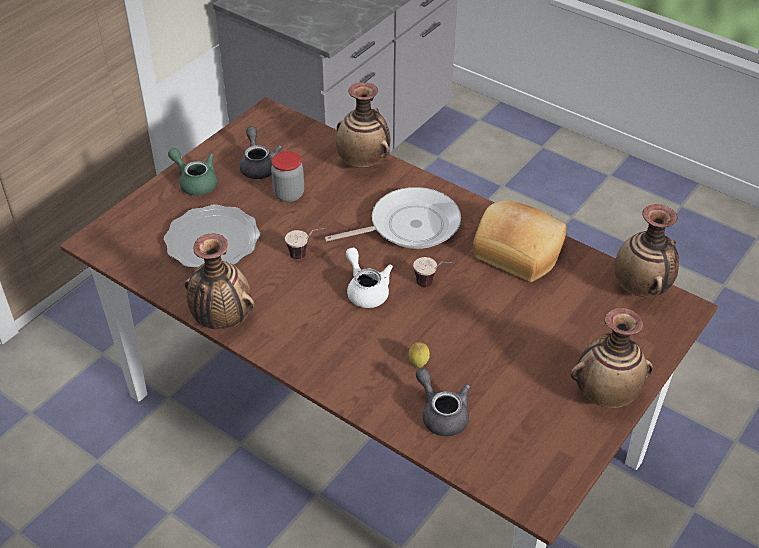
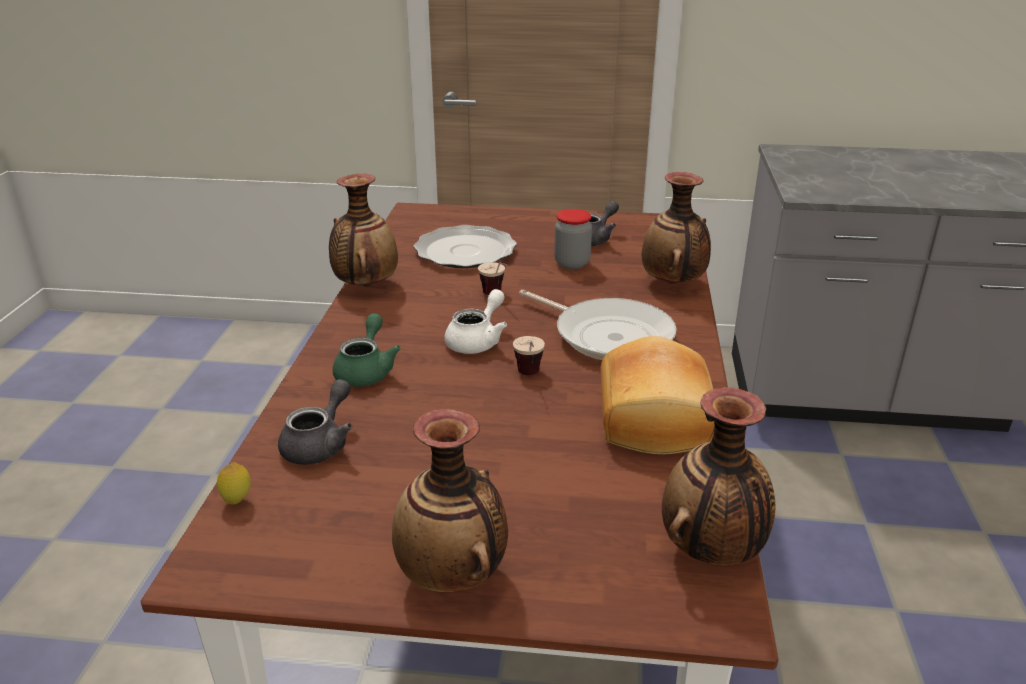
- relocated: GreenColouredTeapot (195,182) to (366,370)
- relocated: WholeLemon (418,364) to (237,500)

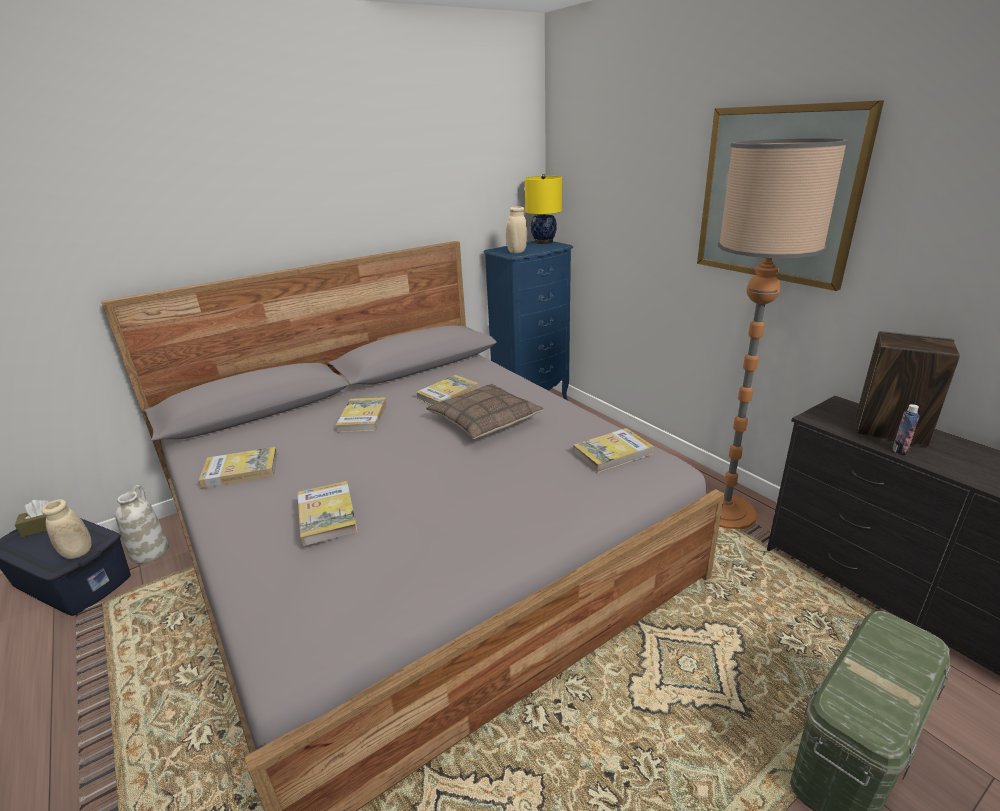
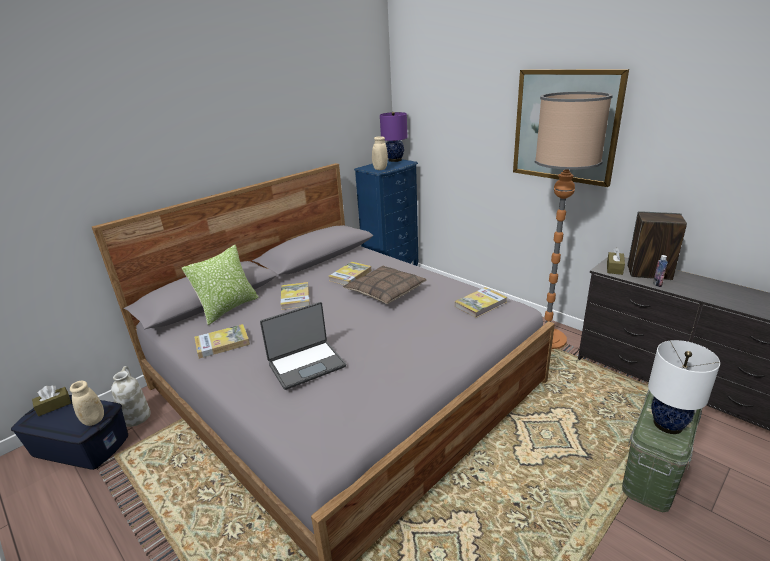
- exchanged: Volume (327,515) to PortableComputer (306,364)
- colour: YellowishTabletopLamp (544,242) to PurpleTabletopLamp (395,160)
- appeared: Cushion (228,308)
- appeared: BrownColouredTissueHolder (614,268)
- appeared: WhiteTabletopLamp (668,424)

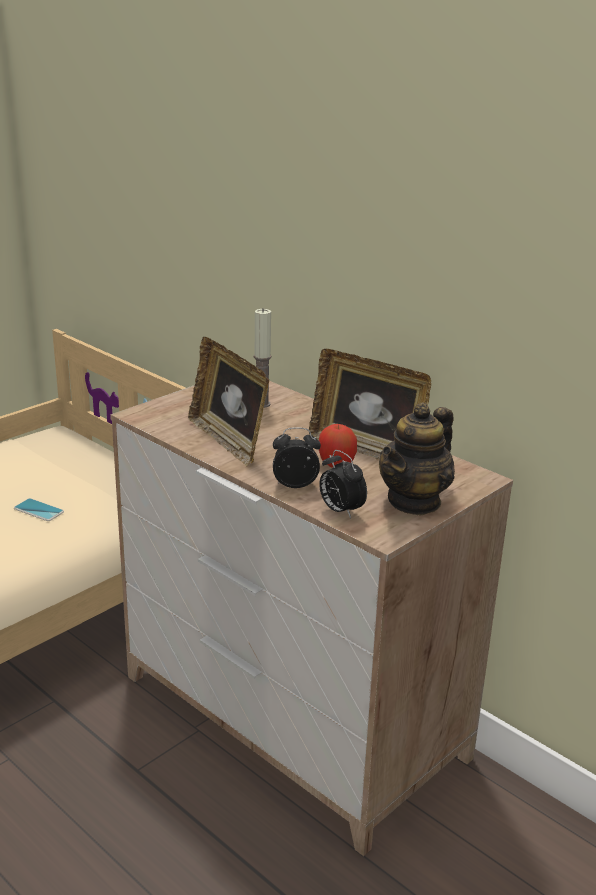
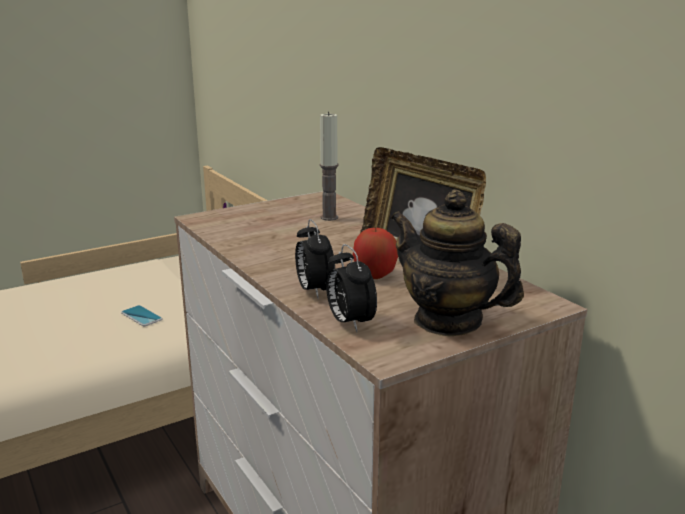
- missing: PhotoFrame (228,441)
- spun: BedsideClock (295,484) = (314,291) 120 degrees counterclockwise
- spun: Teapot (414,501) = (448,321) 75 degrees clockwise

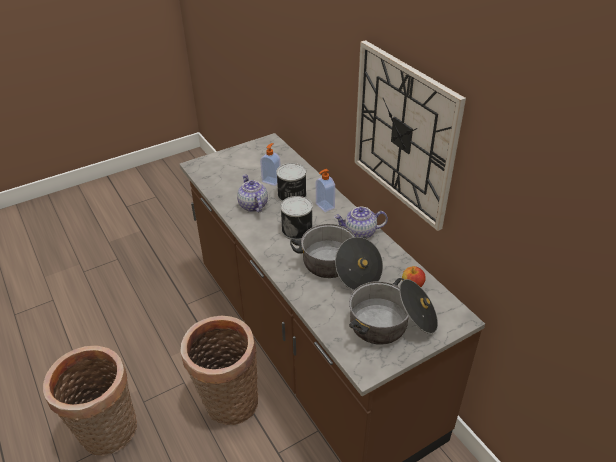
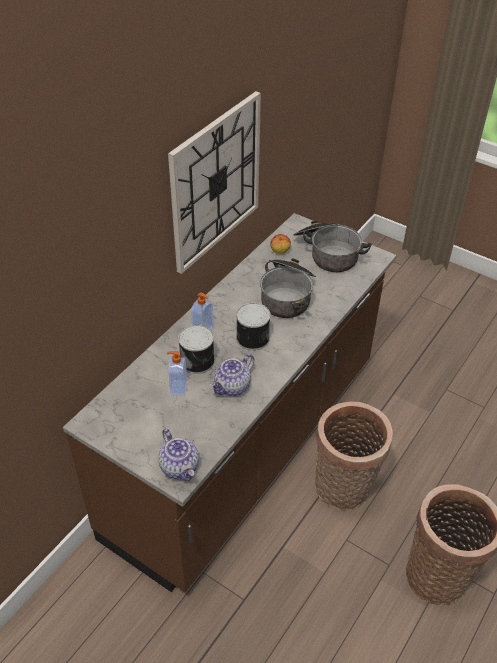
- relocated: Teapot (359,233) to (180,467)

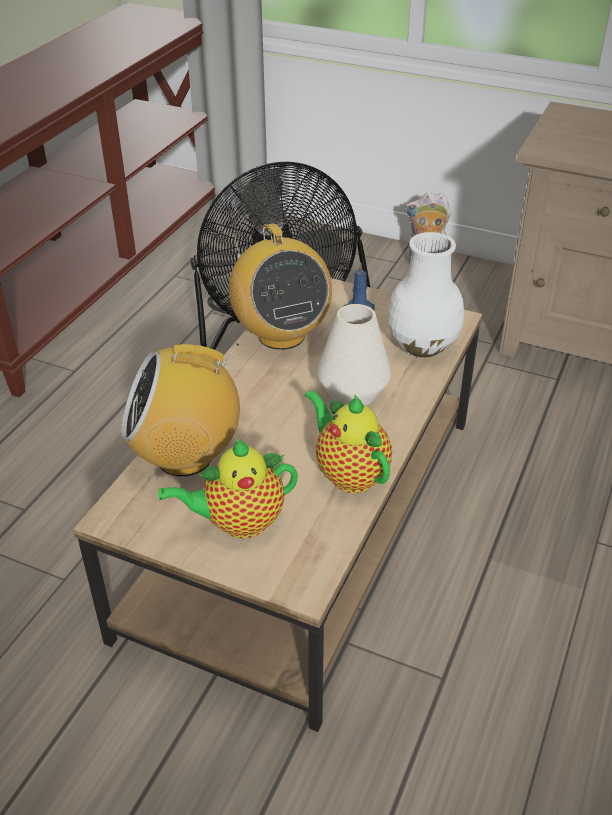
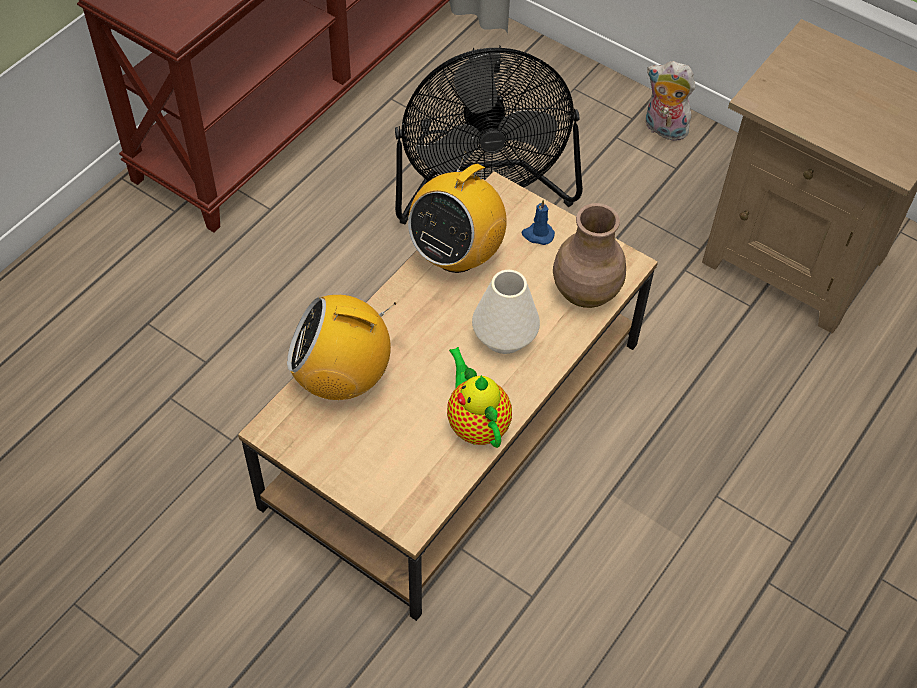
- missing: Teapot (238,522)
- spun: RadioSet (280,335) = (456,254) 45 degrees clockwise
- colour: WhiteVase (421,346) to BrownColouredVase (584,292)

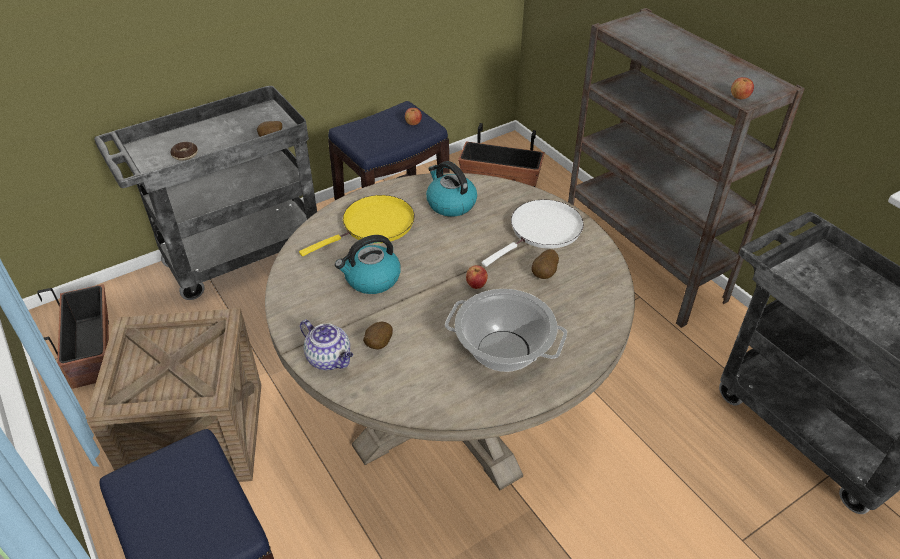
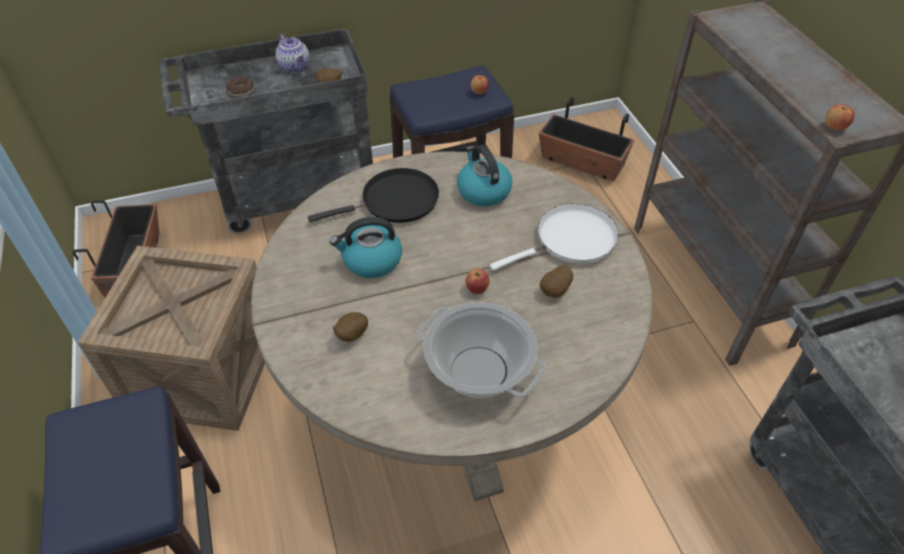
- colour: YellowishPan (374,226) to BlackColouredPan (395,201)
- relocated: Teapot (330,359) to (295,67)

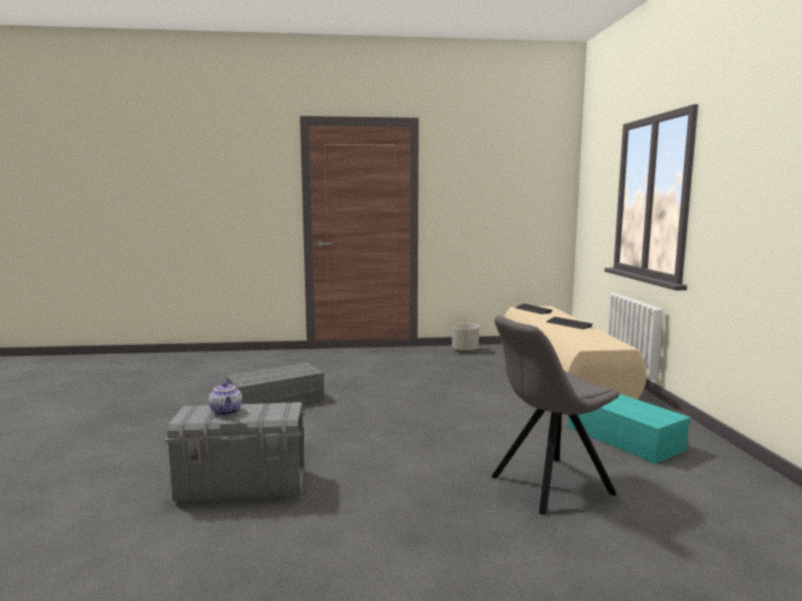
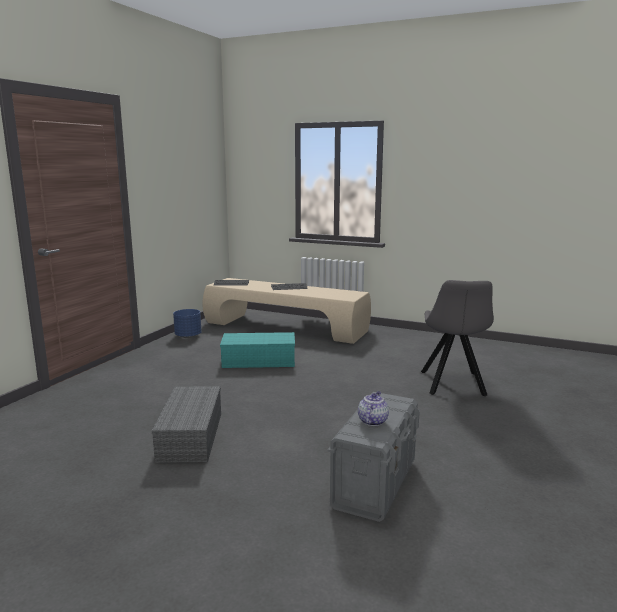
- spun: Teapot (226,412) = (372,421) 75 degrees counterclockwise
- colour: GreyishPlantPot (465,350) to BluePlantPot (188,336)
- relocated: TurquoiseColouredStorageBin (625,438) to (260,360)

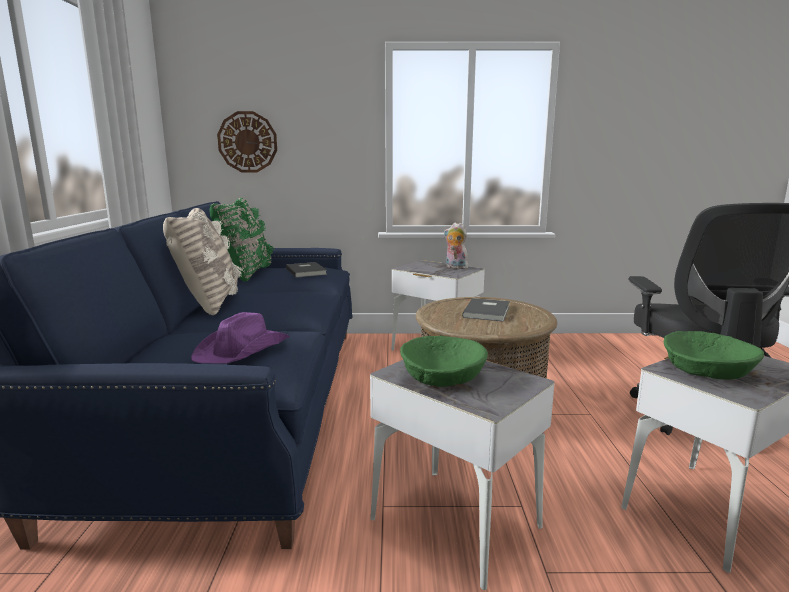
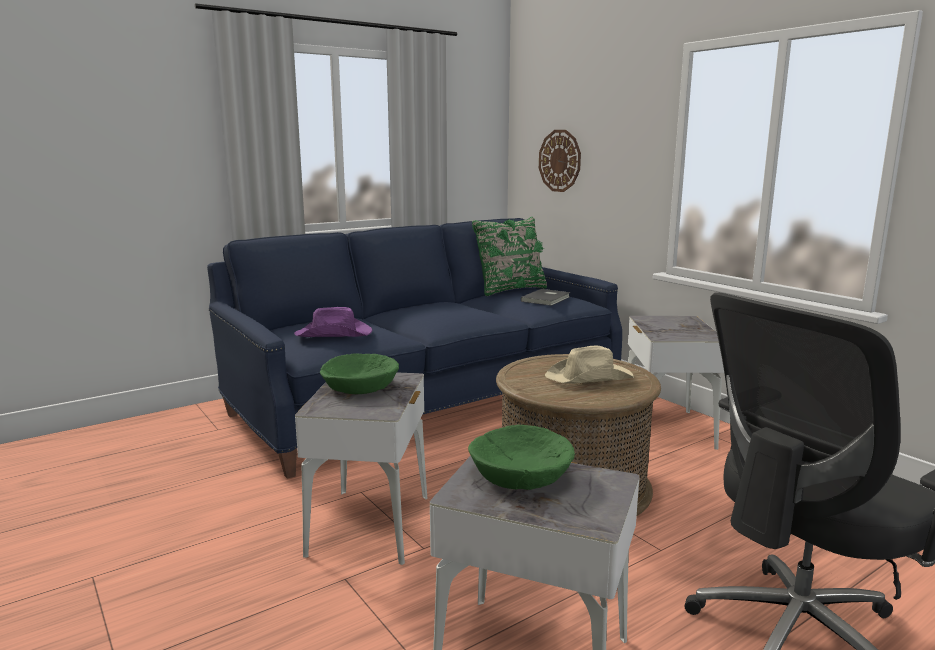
- missing: SandColouredCushion (211,302)
- missing: SoftToy (455,267)
- exchanged: GreyishVolume (488,311) to SandColouredClothingHat (590,377)

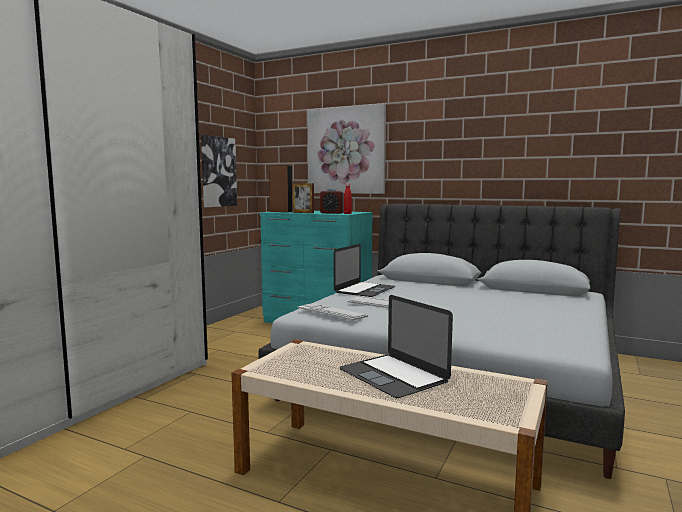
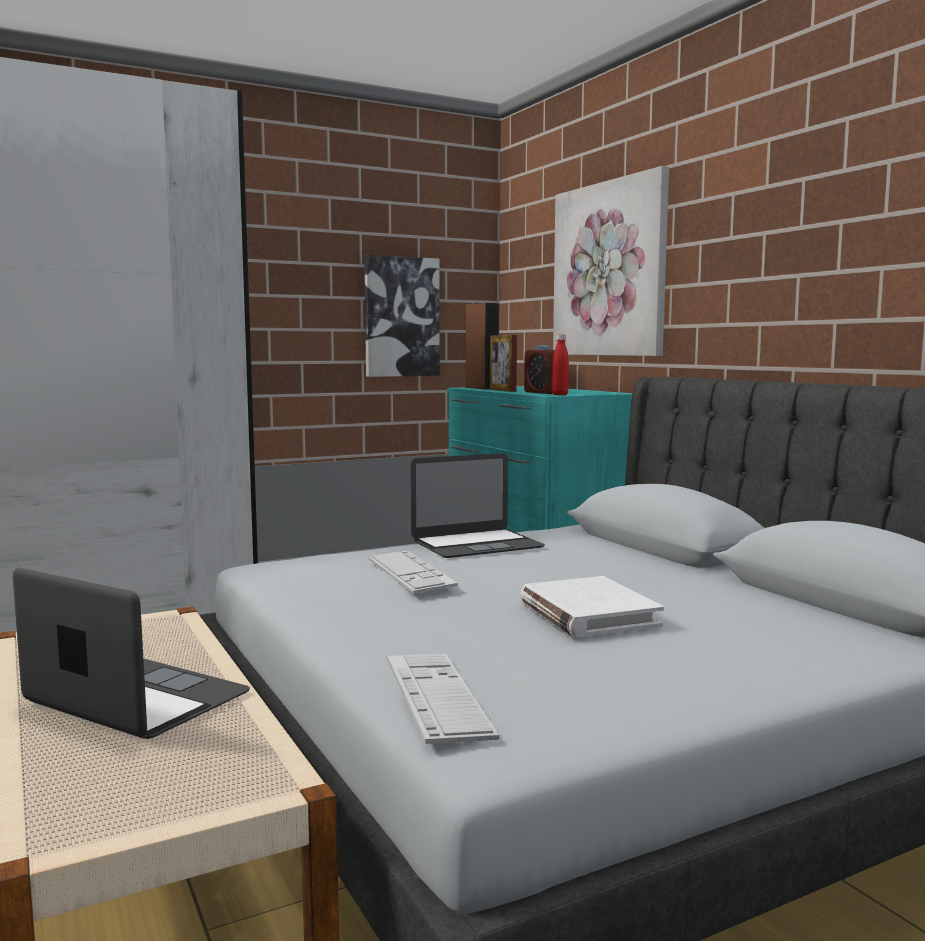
- relocated: ComputerKeyboard (331,312) to (437,697)
- spun: PortableComputer (393,375) = (137,698) 120 degrees clockwise
- appeared: WhiteVolume (587,614)

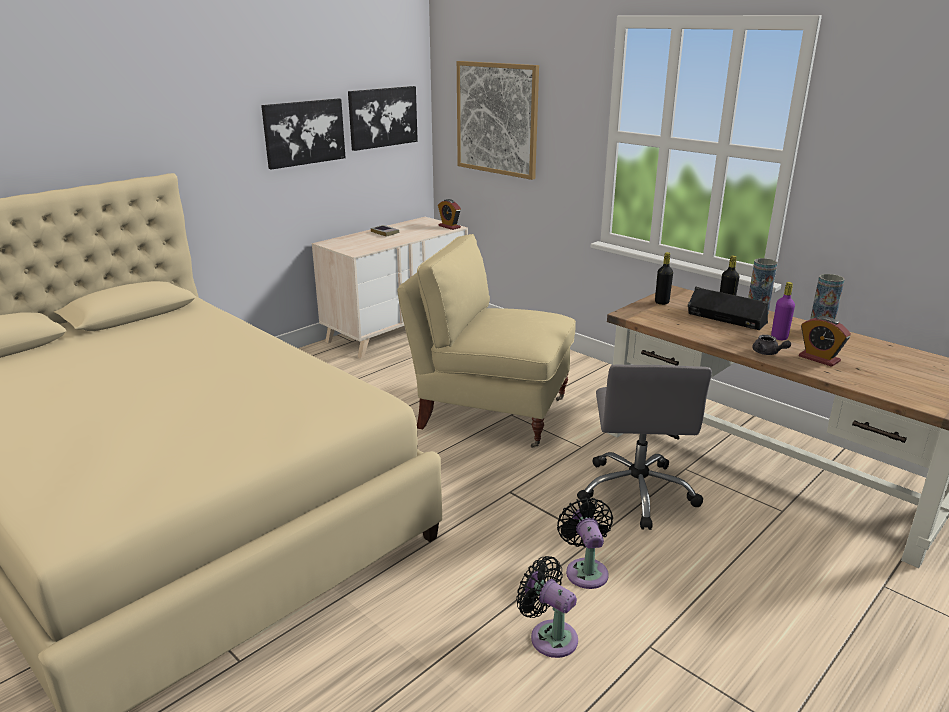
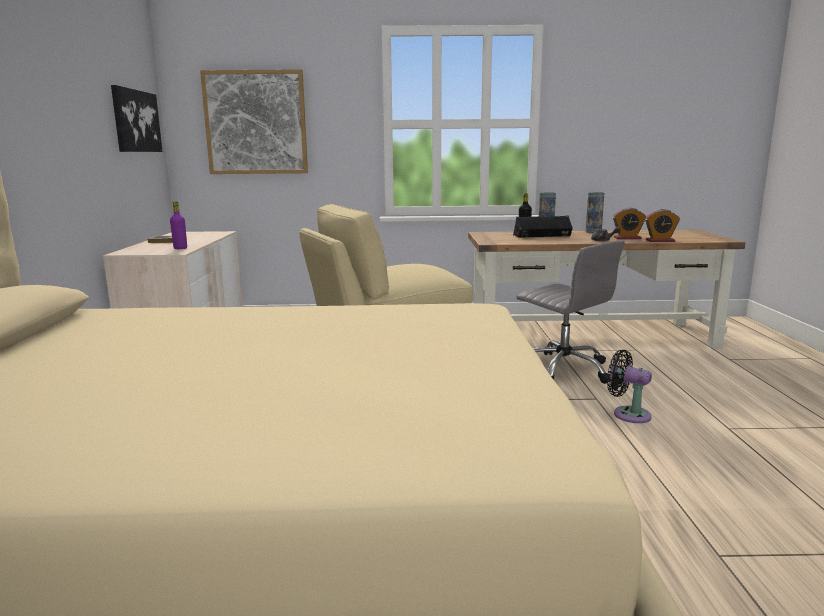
- missing: WallArt (304,132)
- relocated: BedsideClock (449,227) to (660,241)
- missing: BlackColouredCoolingFan (549,636)
- missing: BlackColouredDrinkBottle (661,302)
- relocated: PurpleDrinkBottle (779,337) to (180,248)

